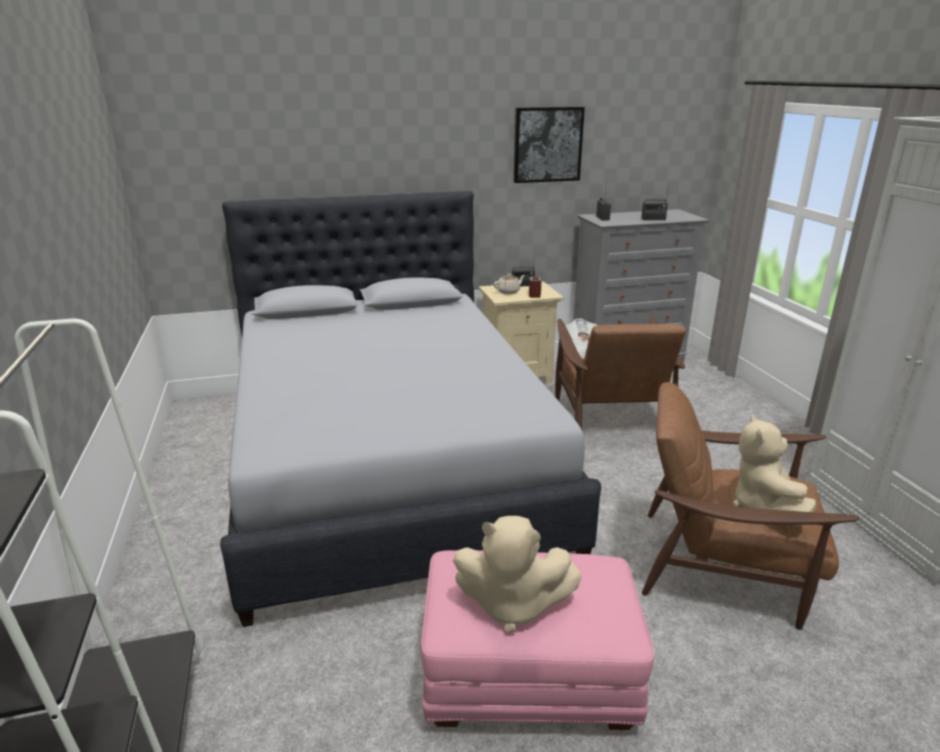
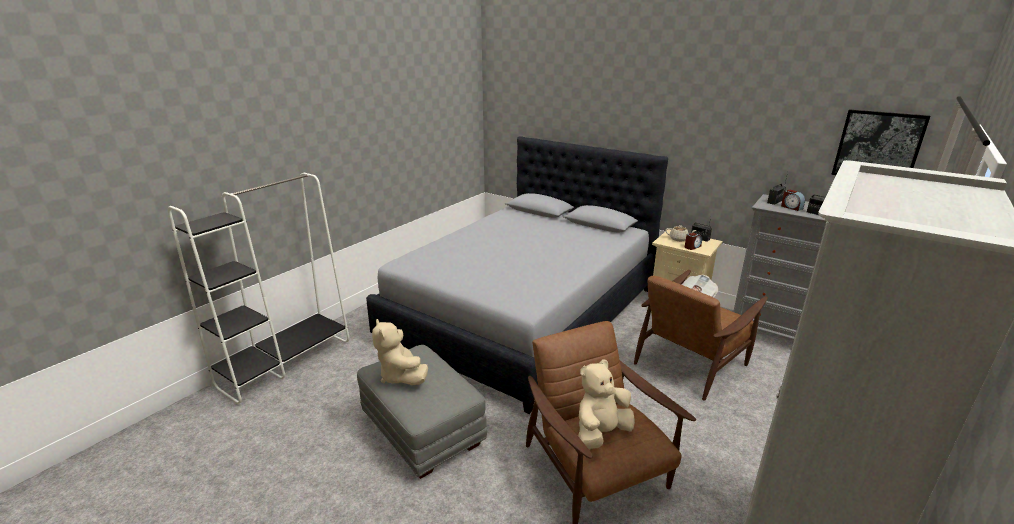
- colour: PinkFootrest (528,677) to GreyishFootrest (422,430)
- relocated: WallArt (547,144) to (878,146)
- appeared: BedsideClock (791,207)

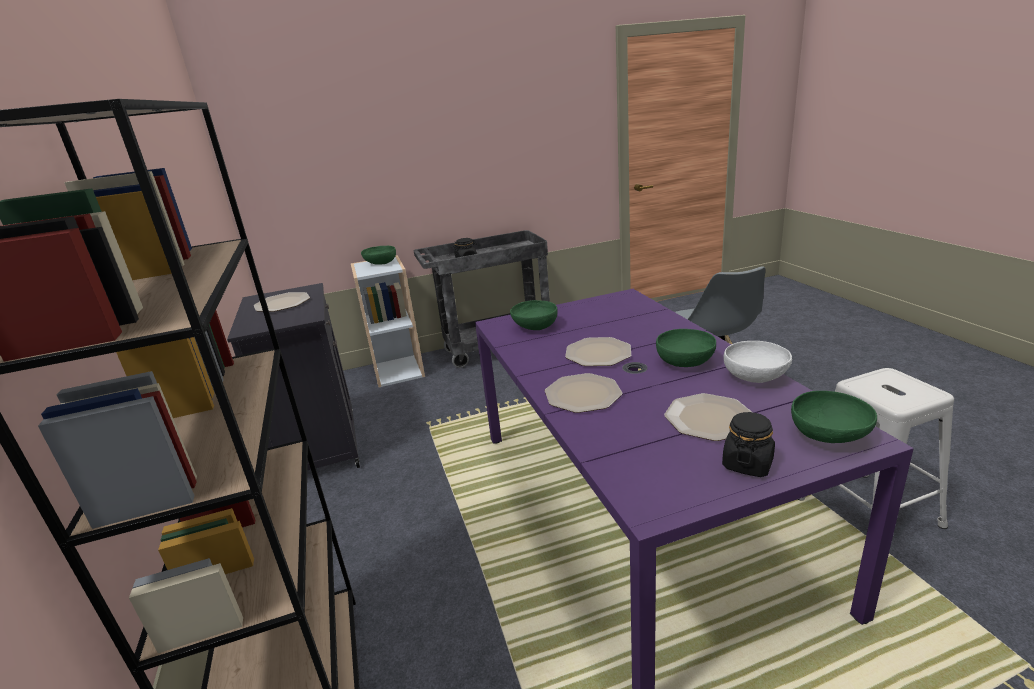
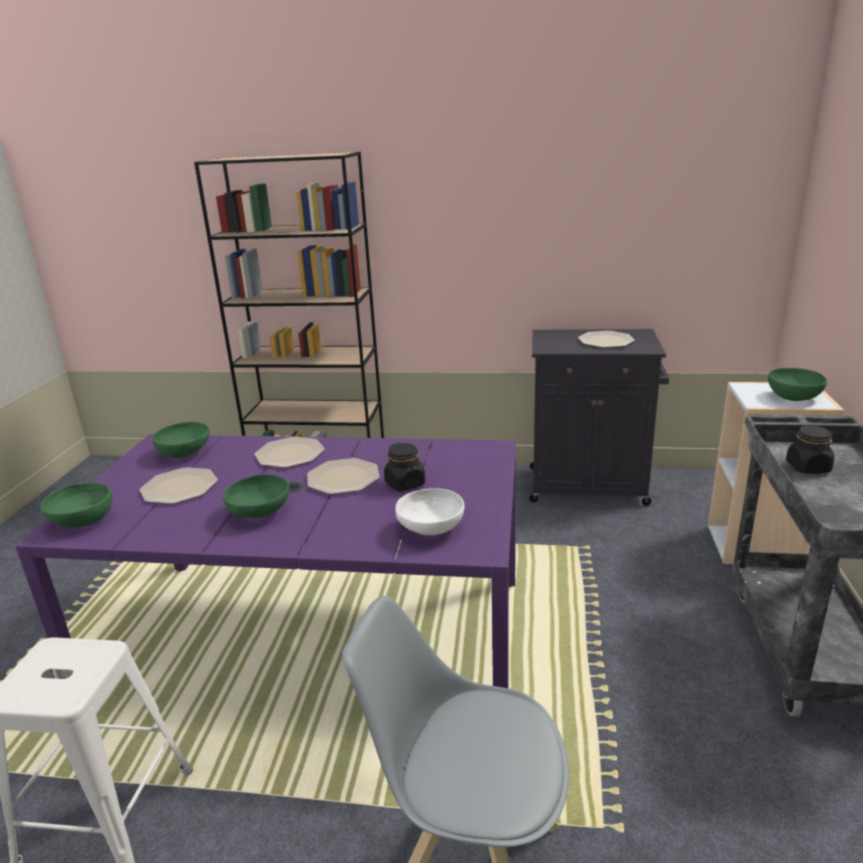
- relocated: GreenColouredServingBowl (534,327) to (185,453)
- relocated: BlackColouredJar (747,463) to (405,484)
- relocated: WhiteServingBowl (756,376) to (431,529)

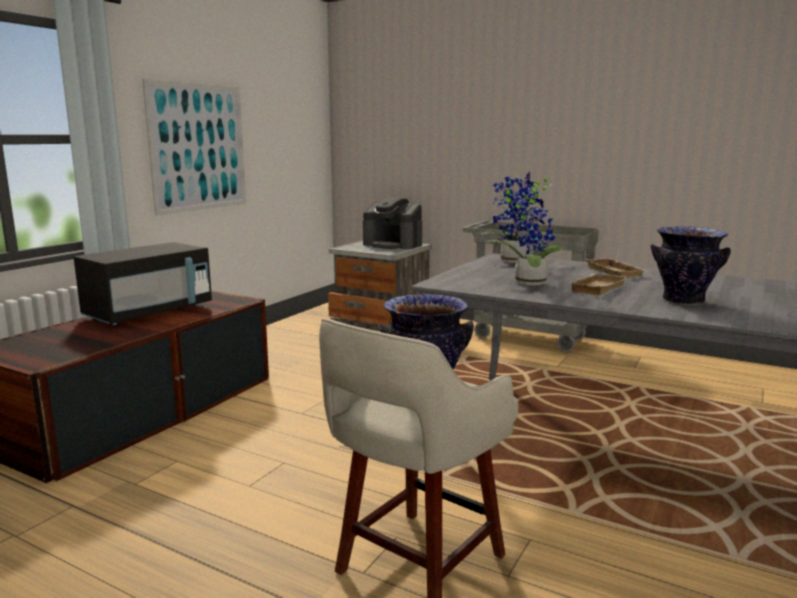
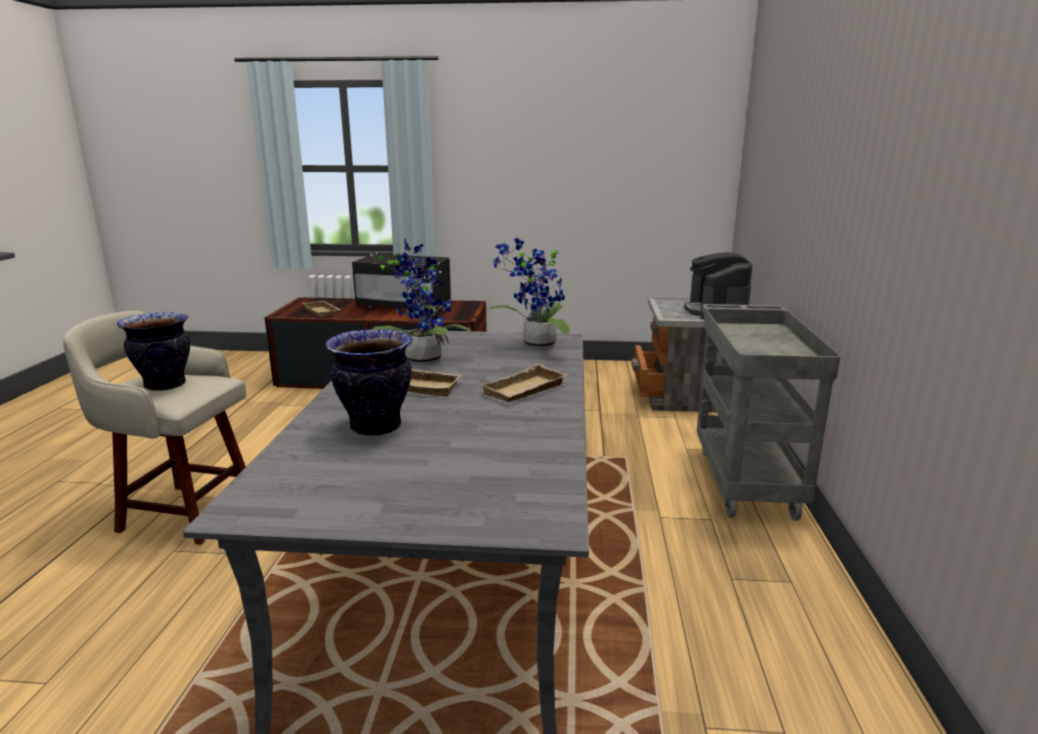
- missing: WallArt (198,147)
- appeared: SandColouredServingTray (323,312)

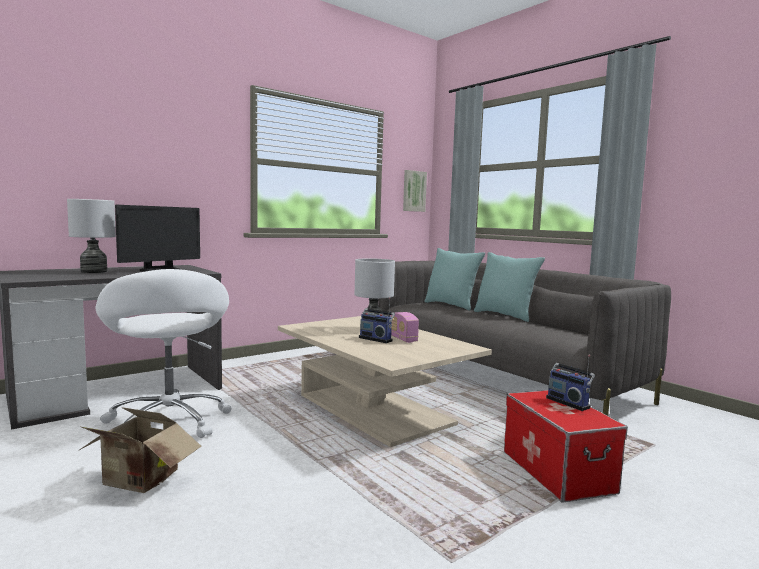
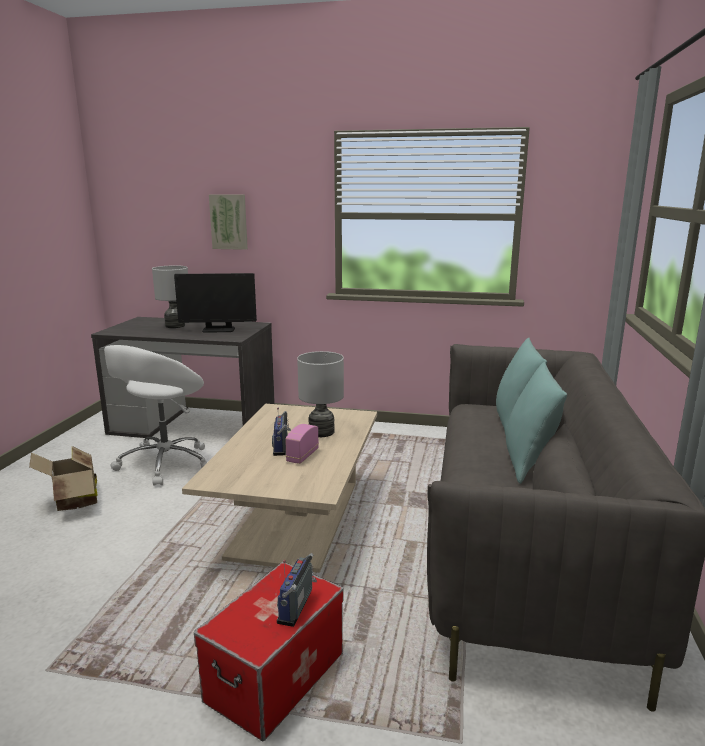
- relocated: WallArt (413,191) to (229,221)

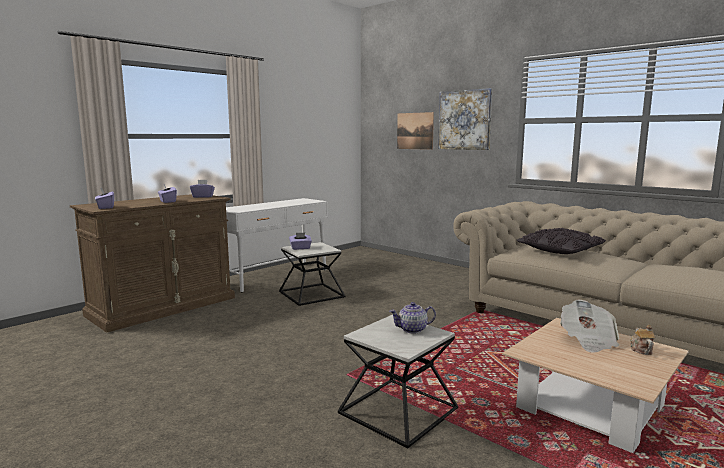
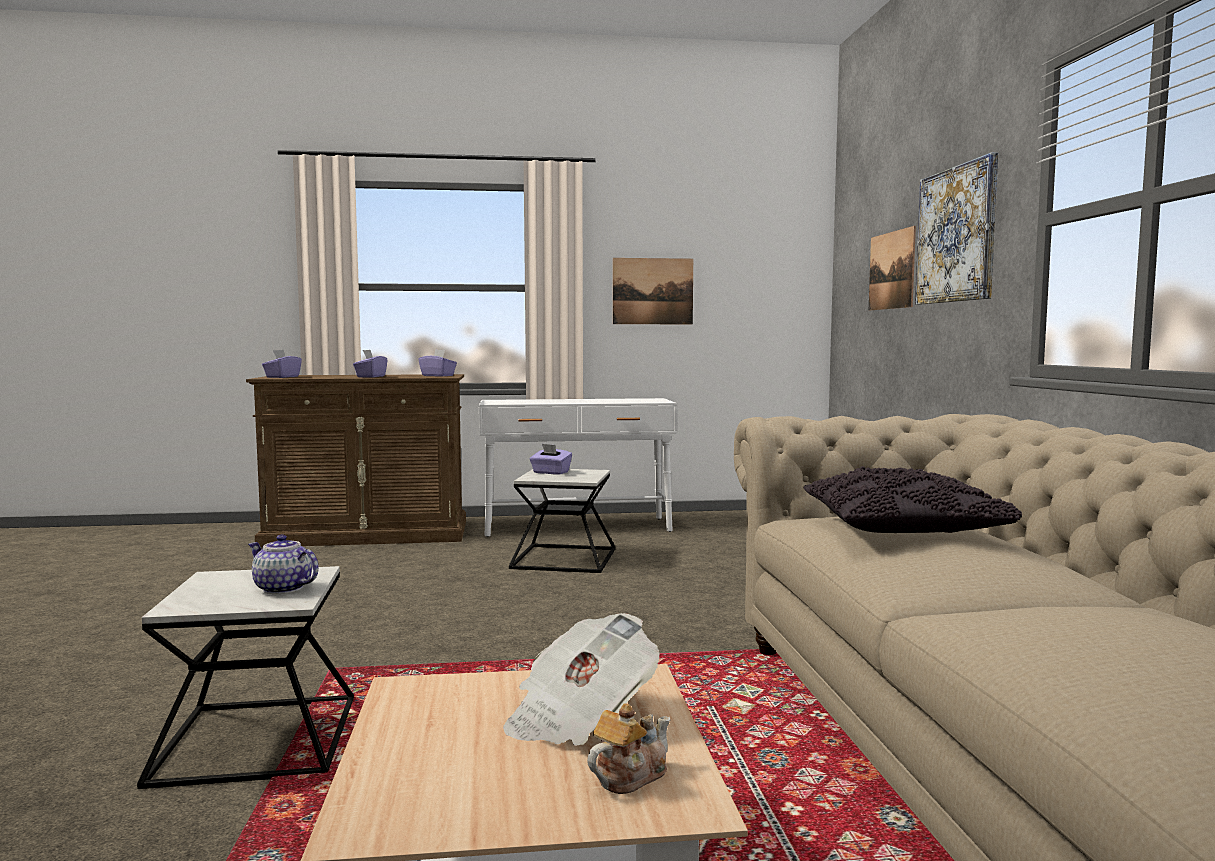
- appeared: WallArt (652,291)

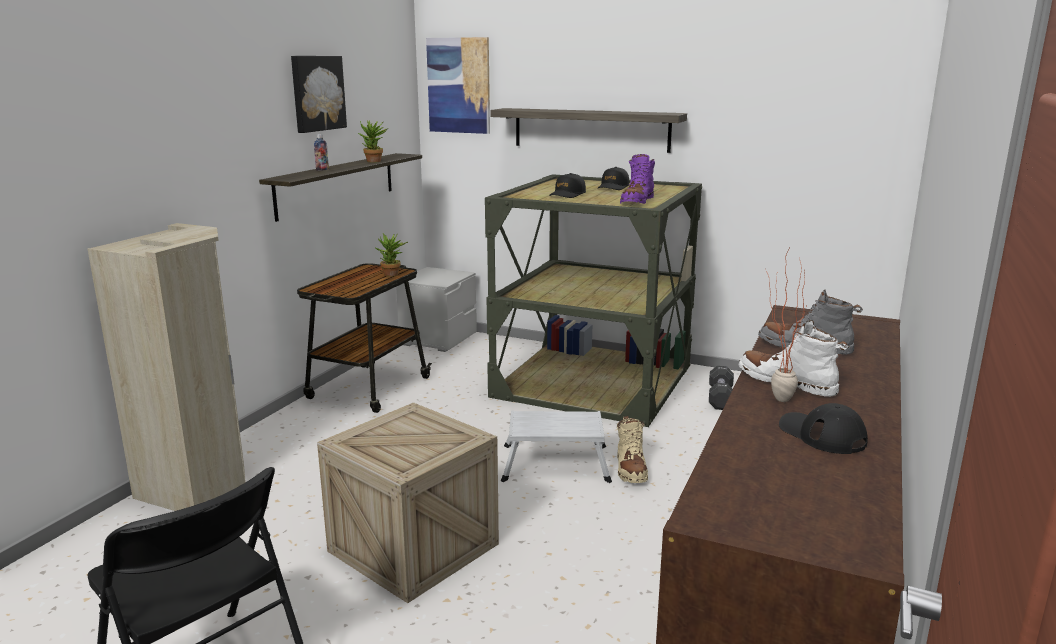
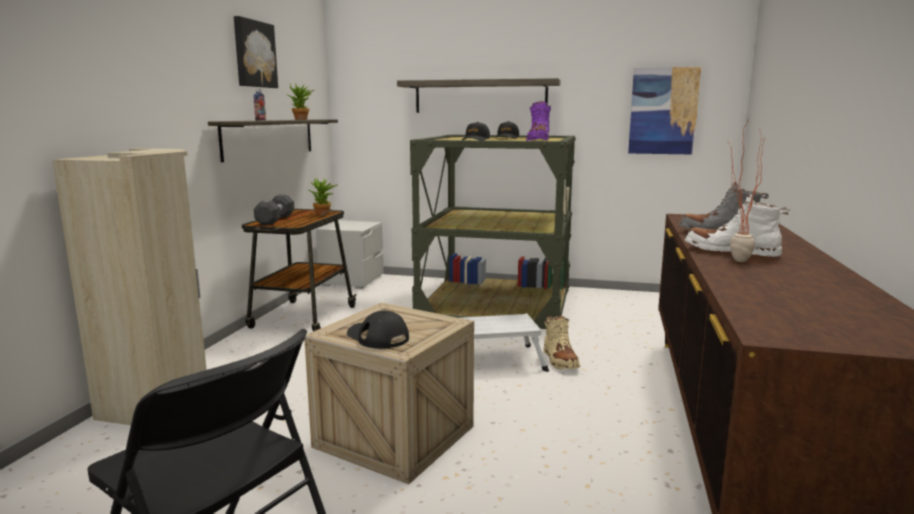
- relocated: WallArt (459,85) to (663,111)
- relocated: BlackColouredHandWeight (720,398) to (275,220)
- relocated: BlackColouredBaseballCap (821,435) to (377,337)

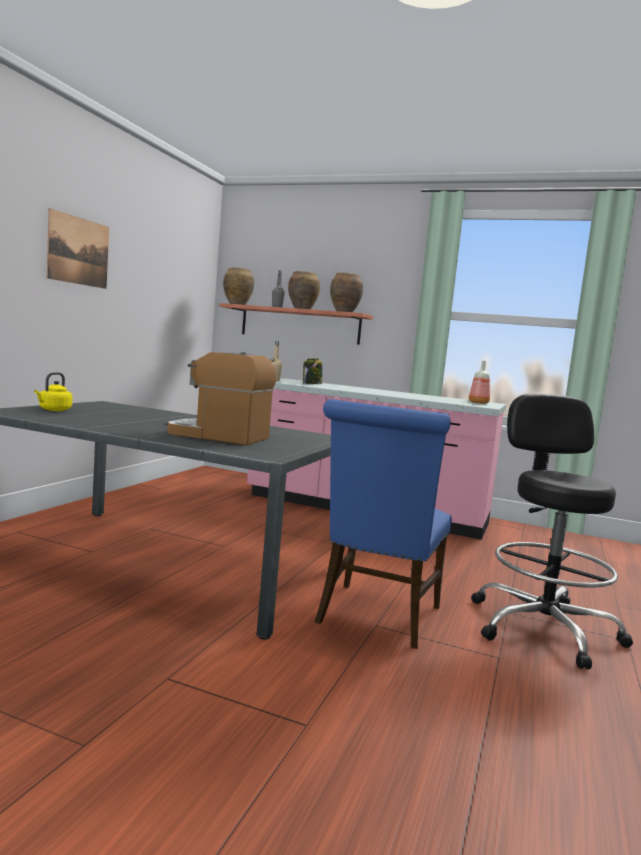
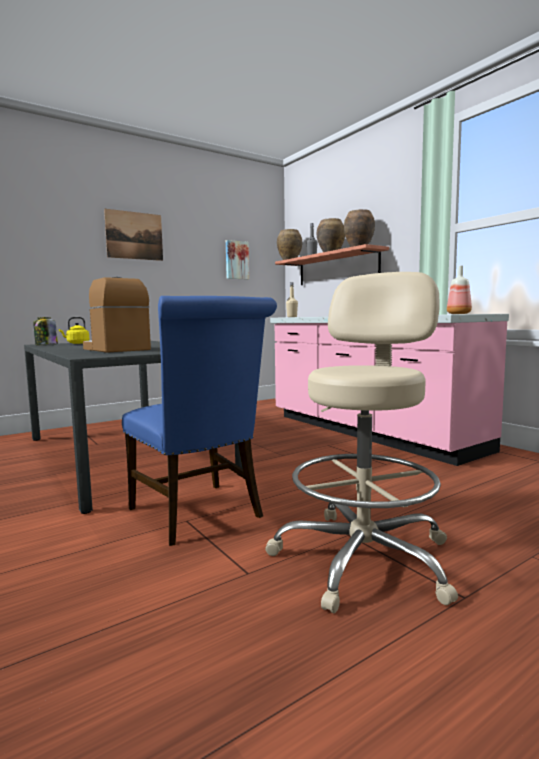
- relocated: Jar (312,384) to (46,345)
- spun: BlueUprightChair (376,617) = (200,515) 90 degrees counterclockwise
- colour: BlackColouredStoolSeat (543,627) to SandColouredStoolSeat (364,557)
- appeared: WallArt (236,260)

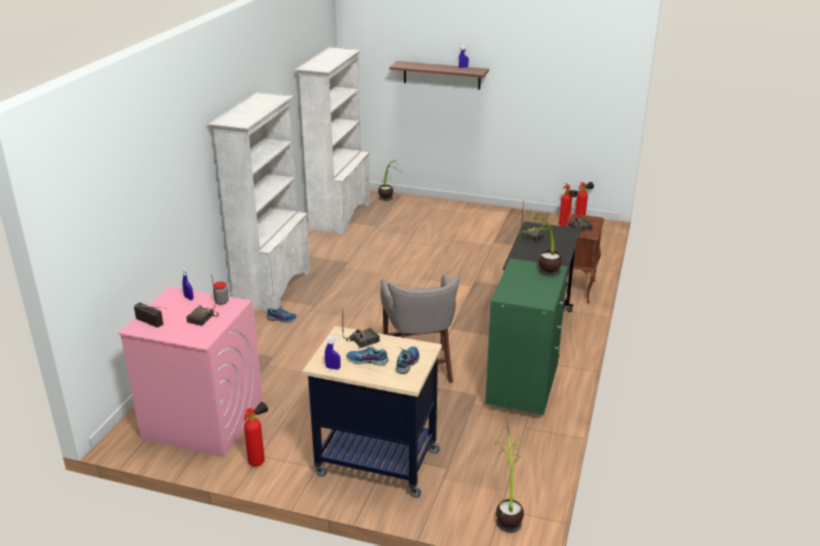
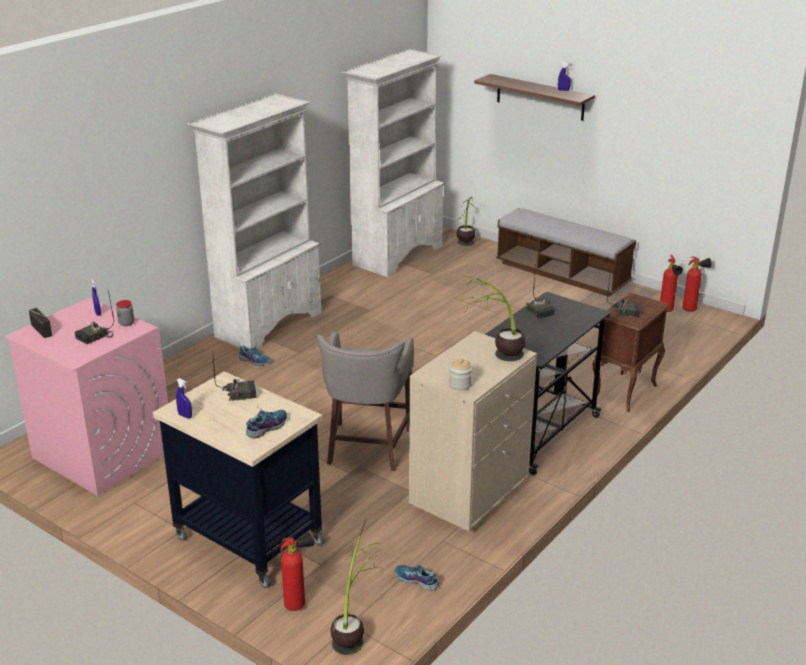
- relocated: FireFightingCylinder (259,460) to (299,604)
- relocated: LowShoe (367,361) to (416,581)
- colour: GreenColouredCabinet (522,391) to SandColouredCabinet (469,498)
- appeared: Jar (460,385)
- appeared: IndoorBench (562,274)

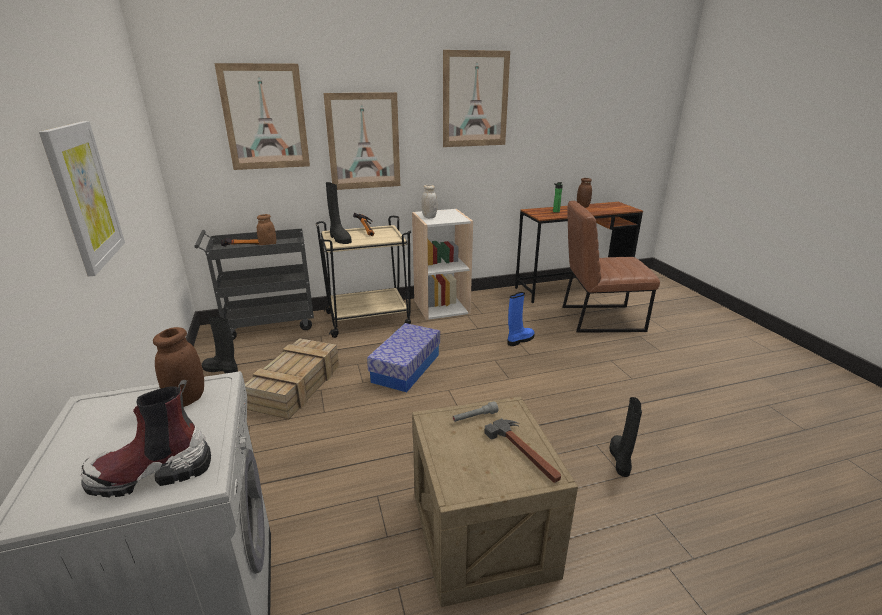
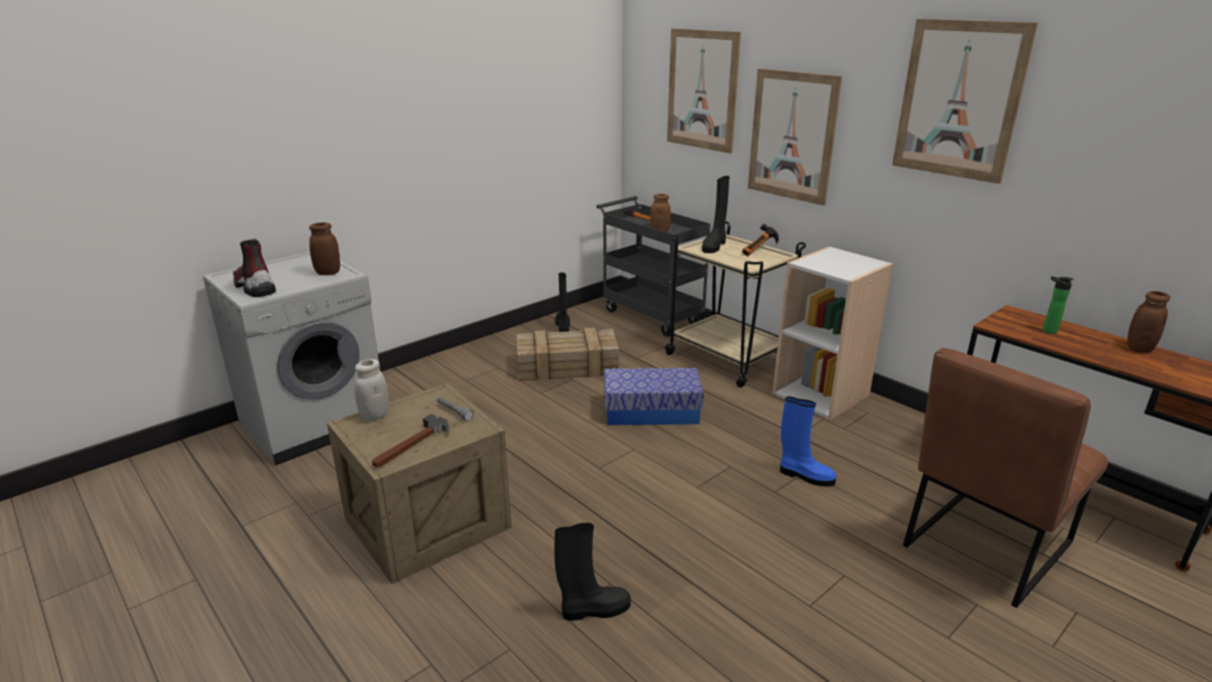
- missing: WallArt (84,196)
- relocated: WhiteJar (429,217) to (374,415)
- spun: BrownColouredUprightChair (599,318) = (984,545) 105 degrees counterclockwise

